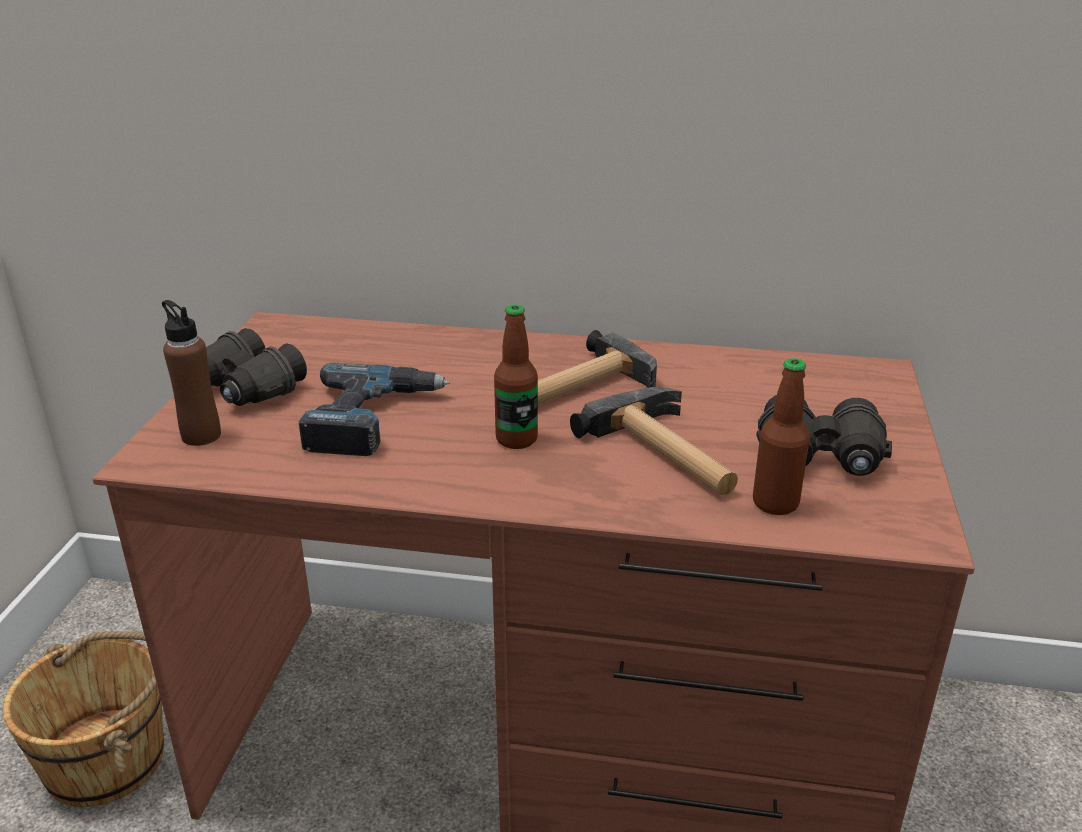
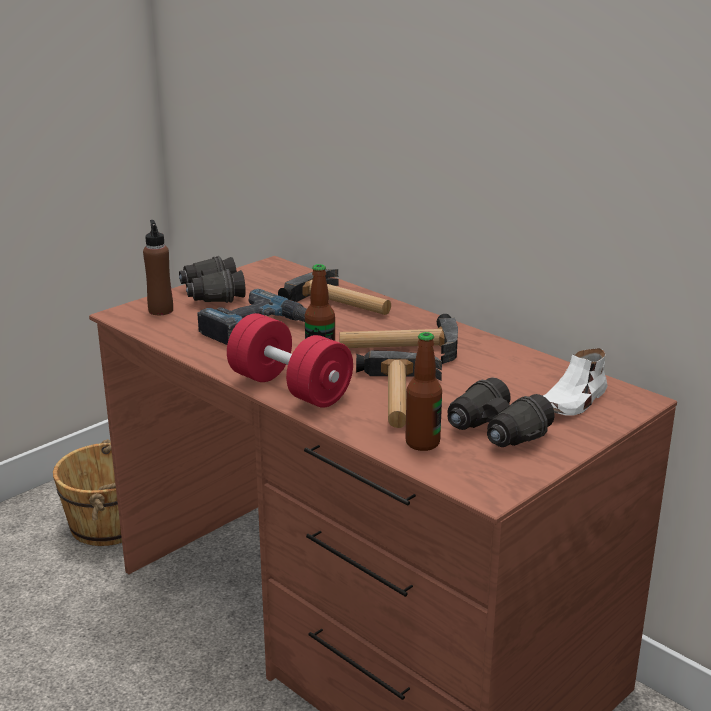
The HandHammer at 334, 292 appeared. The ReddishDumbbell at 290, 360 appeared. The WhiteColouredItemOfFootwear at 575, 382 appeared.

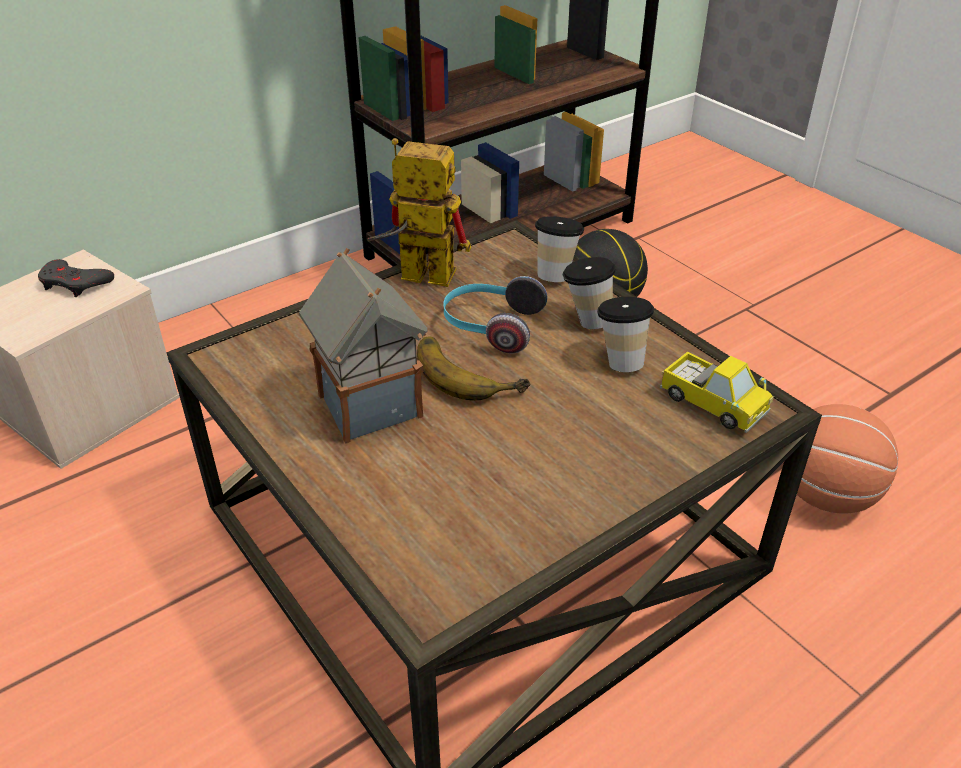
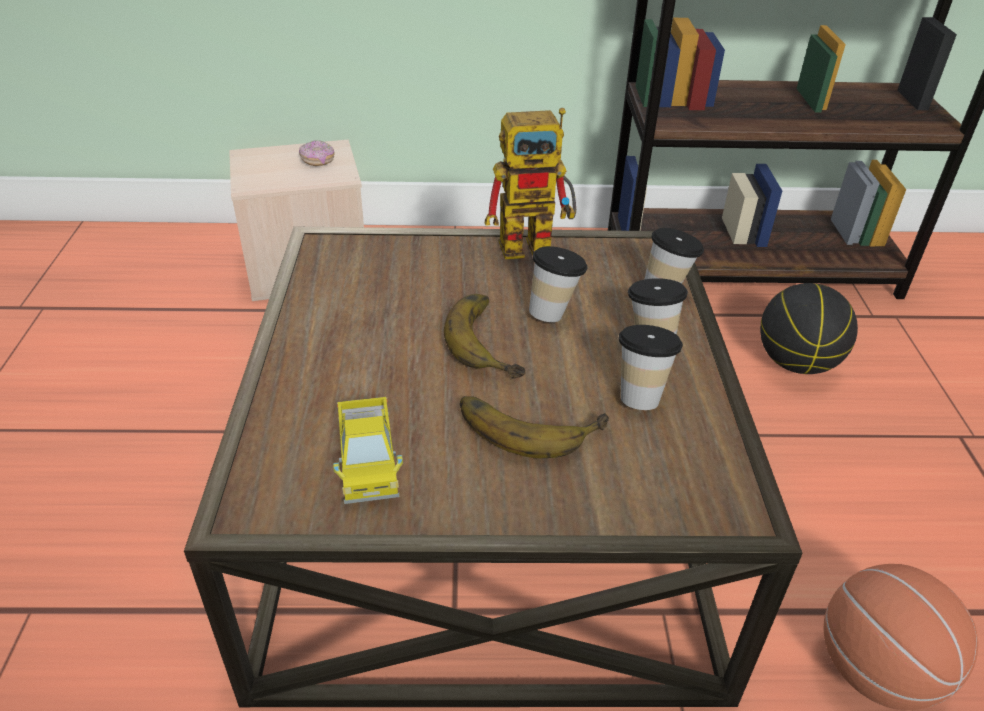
The ToyRobot at 419, 212 turned 120 degrees clockwise. The ModelHouse at 363, 346 disappeared. The GreyJoypad at 76, 278 was replaced by the Doughnut at 317, 153. The Headphones at 495, 314 was replaced by the SmallCup at 558, 284. The ToyTruck moved from 717, 392 to 368, 450. The Banana at 534, 427 appeared.

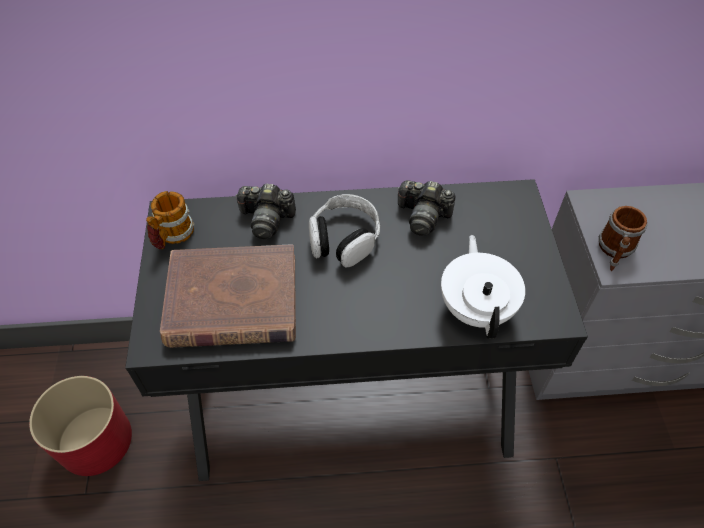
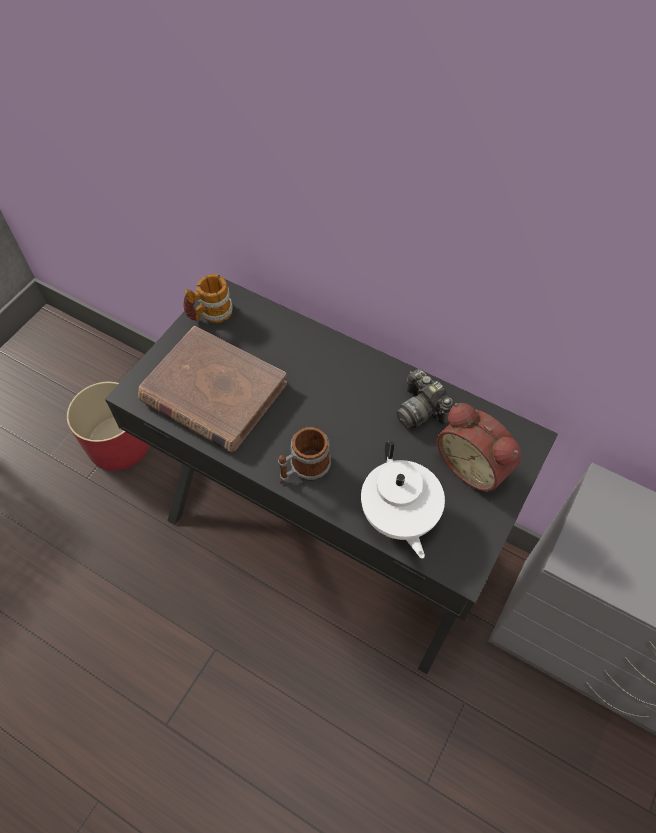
The StillCamera at 265, 211 disappeared. The Headphones at 344, 230 disappeared. The Mug moved from 623, 238 to 304, 455. The WhiteColouredPotForTea at 483, 287 turned 135 degrees clockwise. The BedsideClock at 479, 447 appeared.

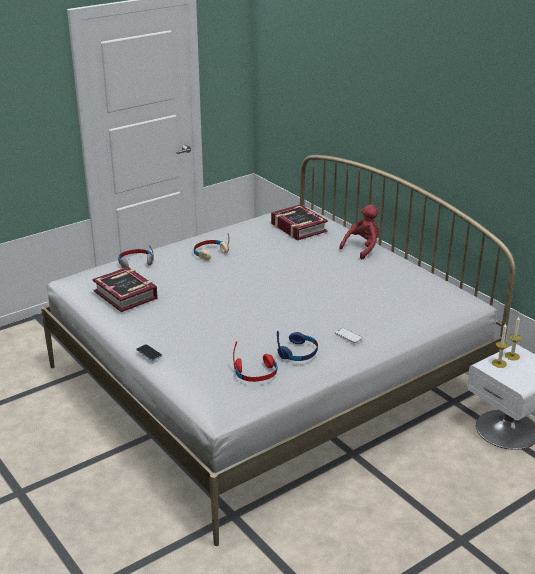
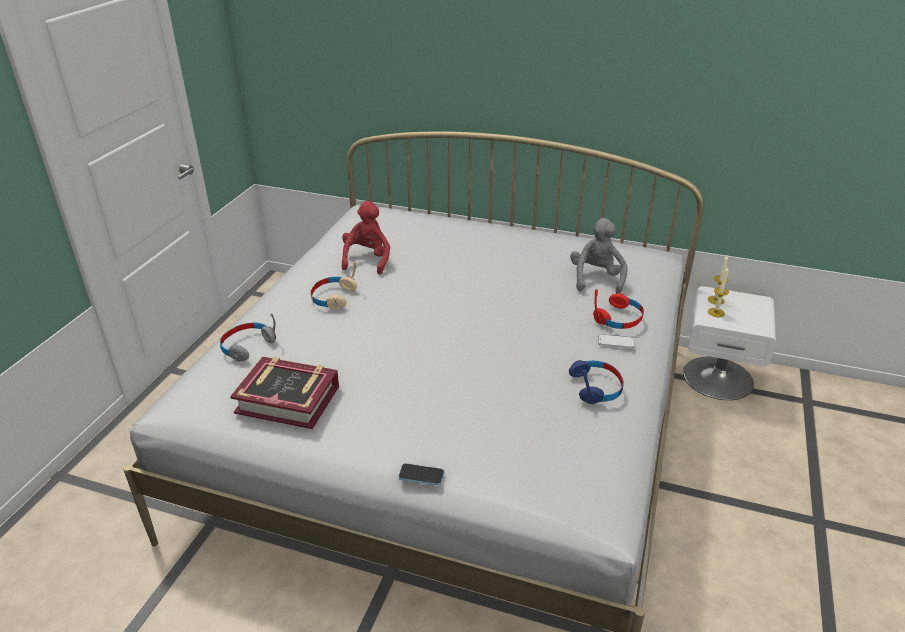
The ReddishSoftToy moved from 359, 231 to 366, 237. The Volume at 299, 222 disappeared. The ReddishHeadphones moved from 255, 361 to 618, 309. The GreySoftToy at 599, 256 appeared.

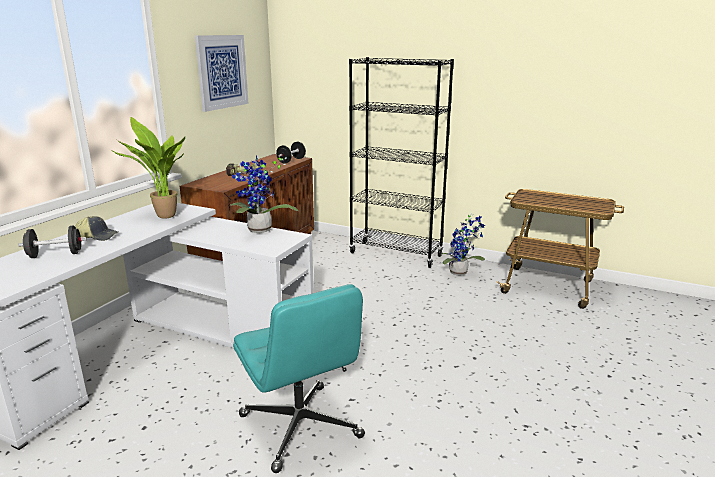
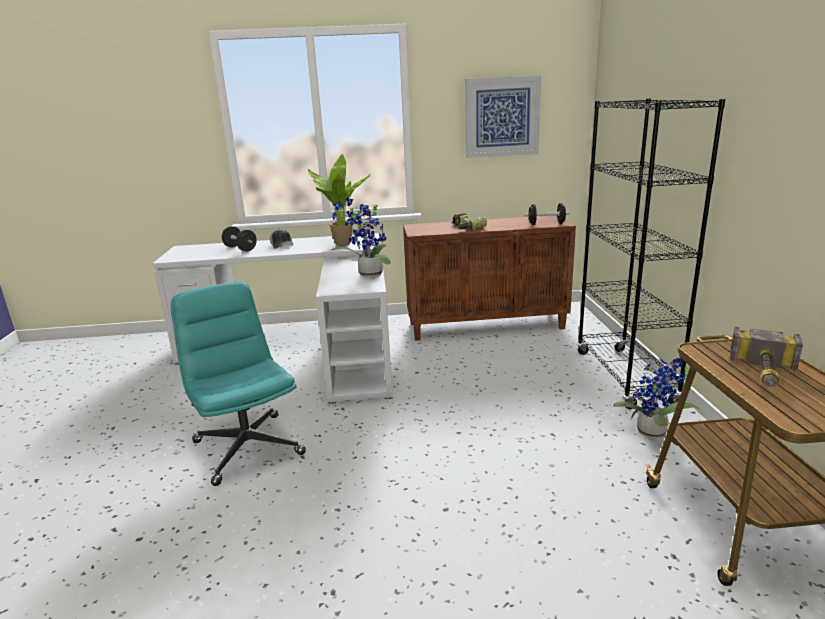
The BlueGreenDeskChair at 299, 378 turned 120 degrees clockwise. The HandHammer at 766, 356 appeared.

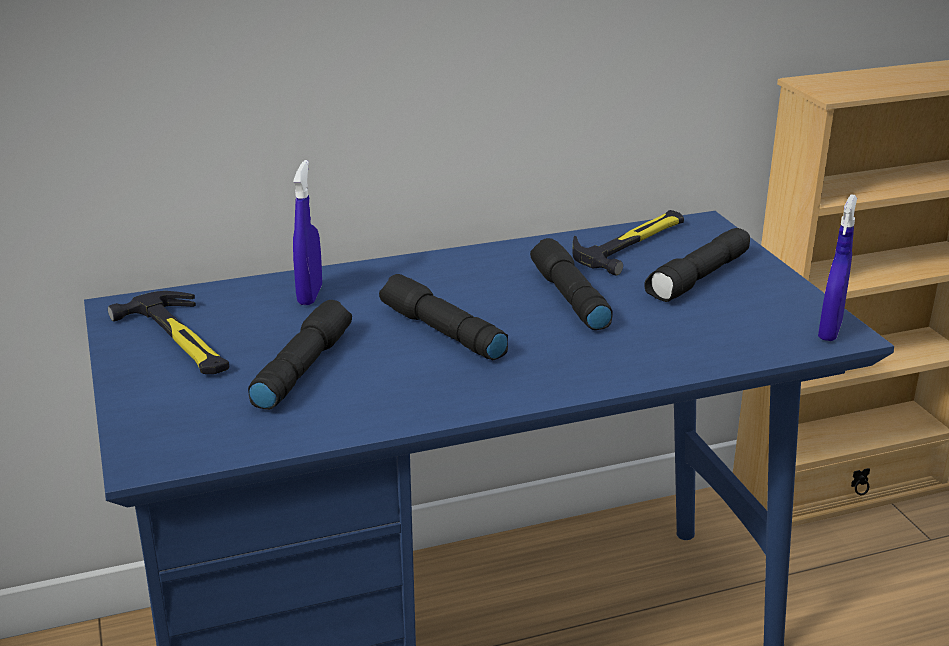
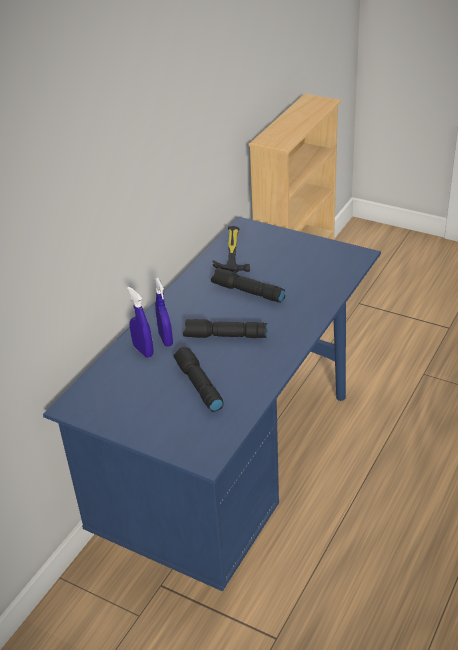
The BlueSprayer moved from 837, 267 to 164, 312. The BlackishTorch at 697, 265 disappeared. The HandHammer at 168, 332 disappeared.

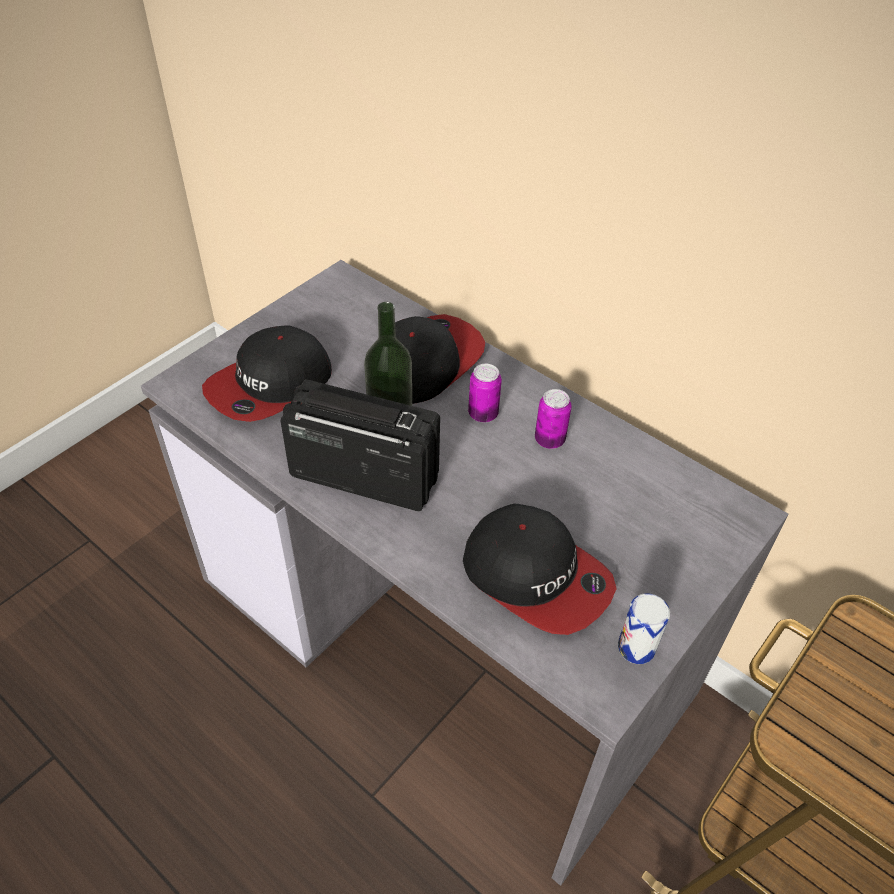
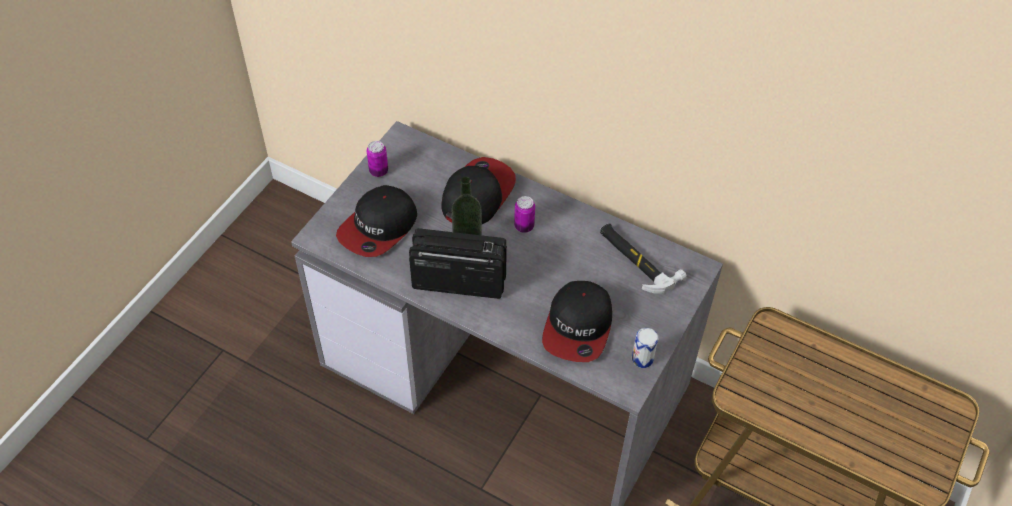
The Can moved from 553, 419 to 377, 159. The BaseballCap at 540, 569 turned 75 degrees clockwise. The HandHammer at 643, 258 appeared.

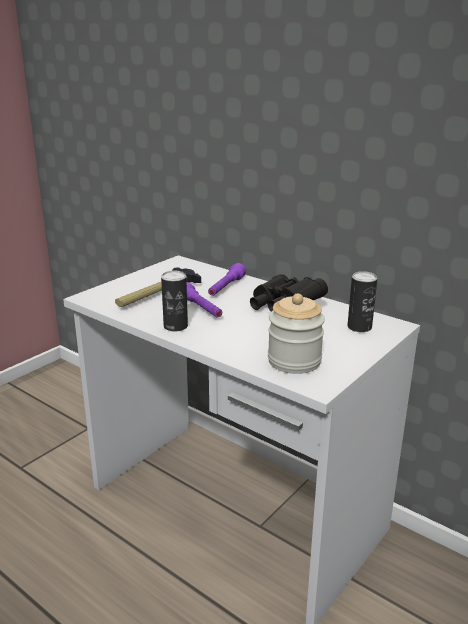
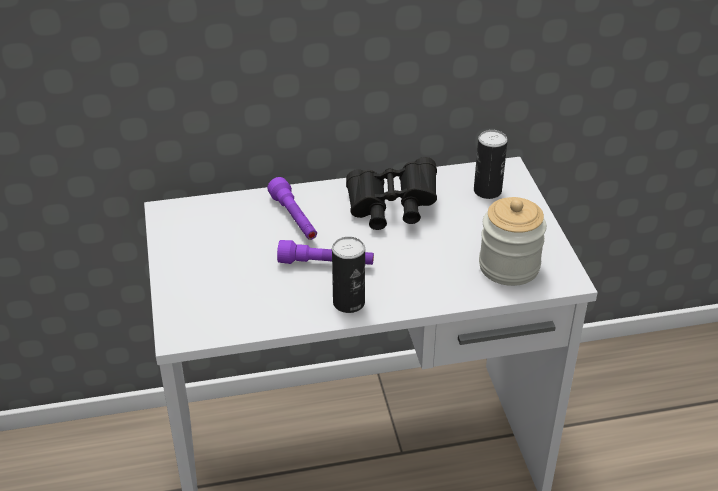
The HandHammer at 158, 287 disappeared.

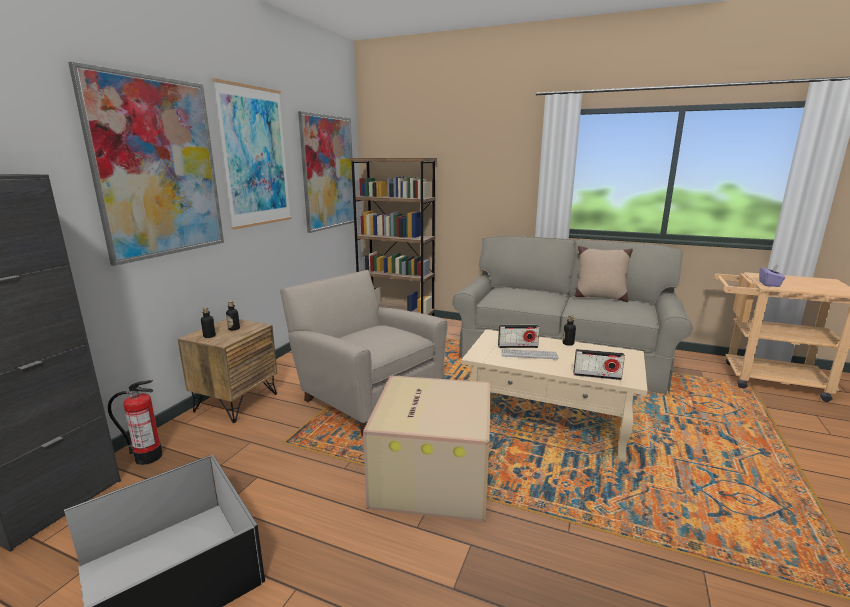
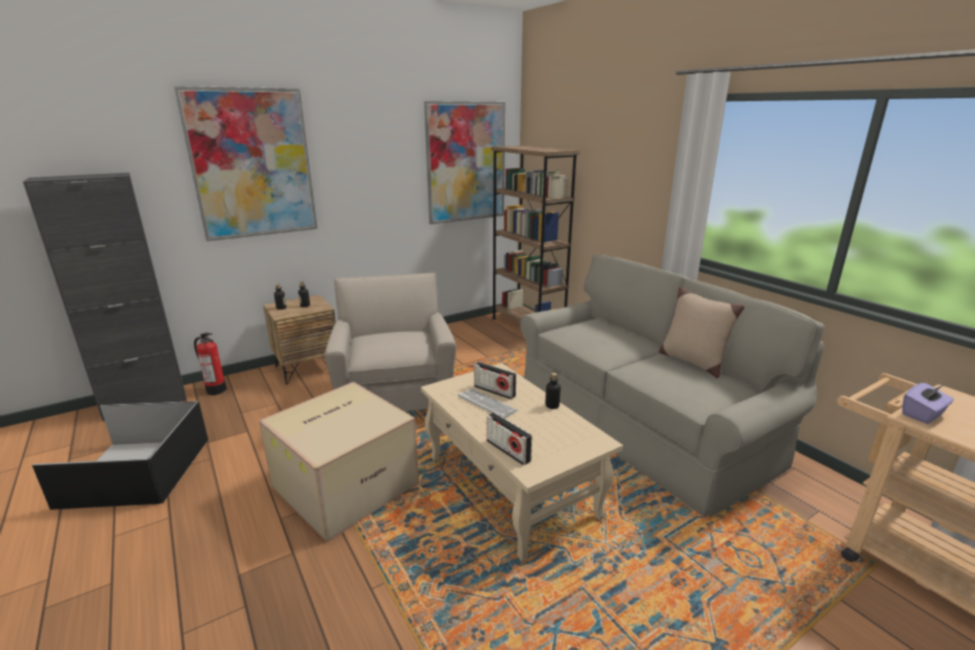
The Picture at 252, 154 disappeared.

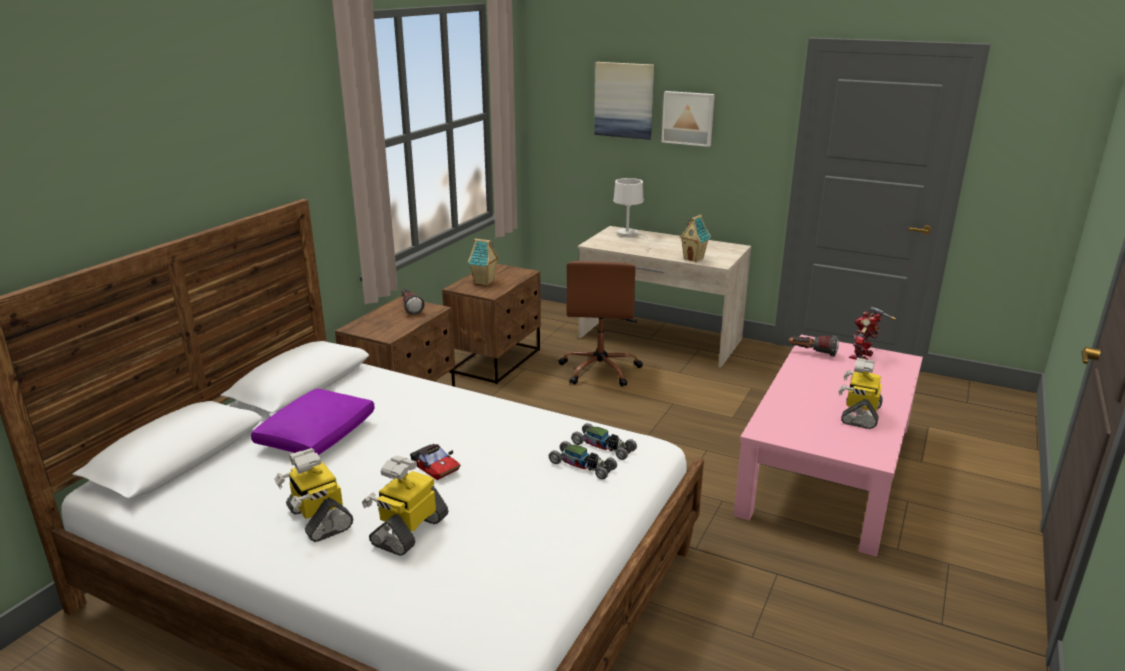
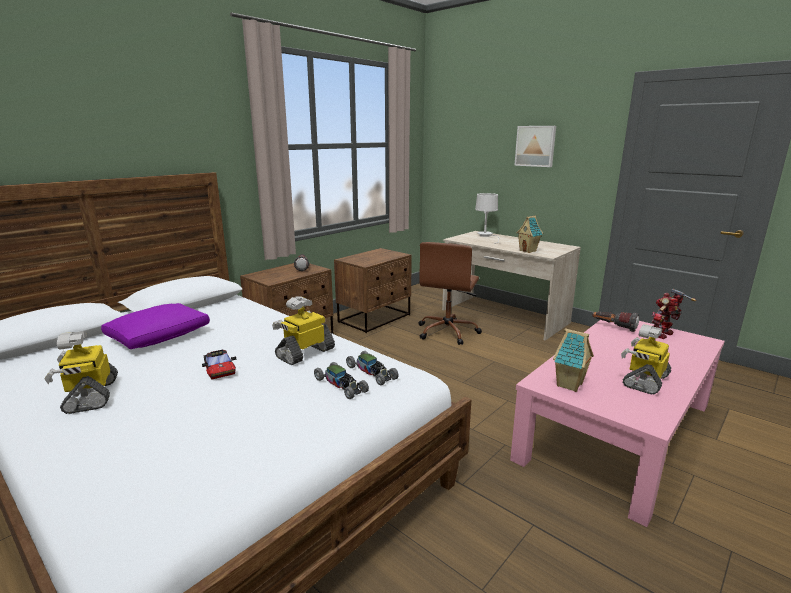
The Picture at 624, 101 disappeared. The ModelHouse moved from 483, 262 to 573, 360. The ToyRobot moved from 405, 505 to 303, 331.

